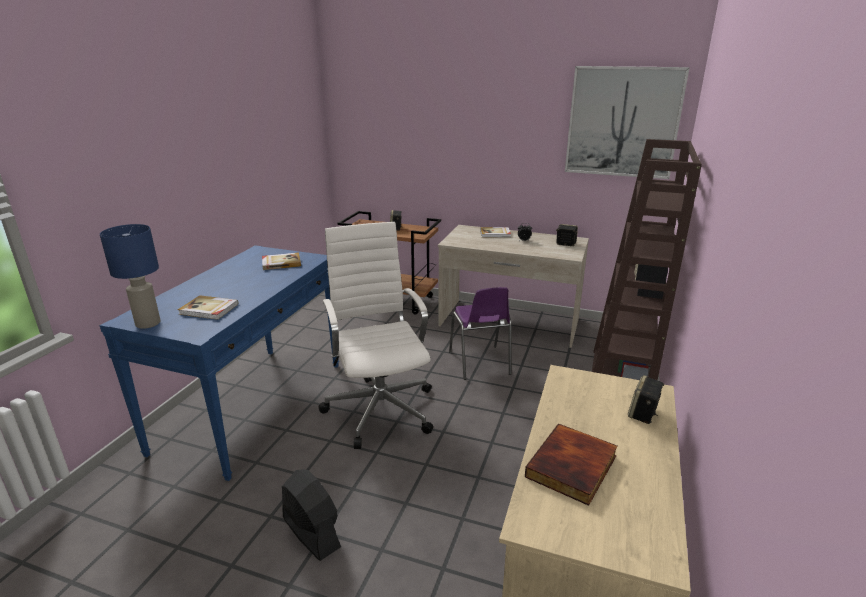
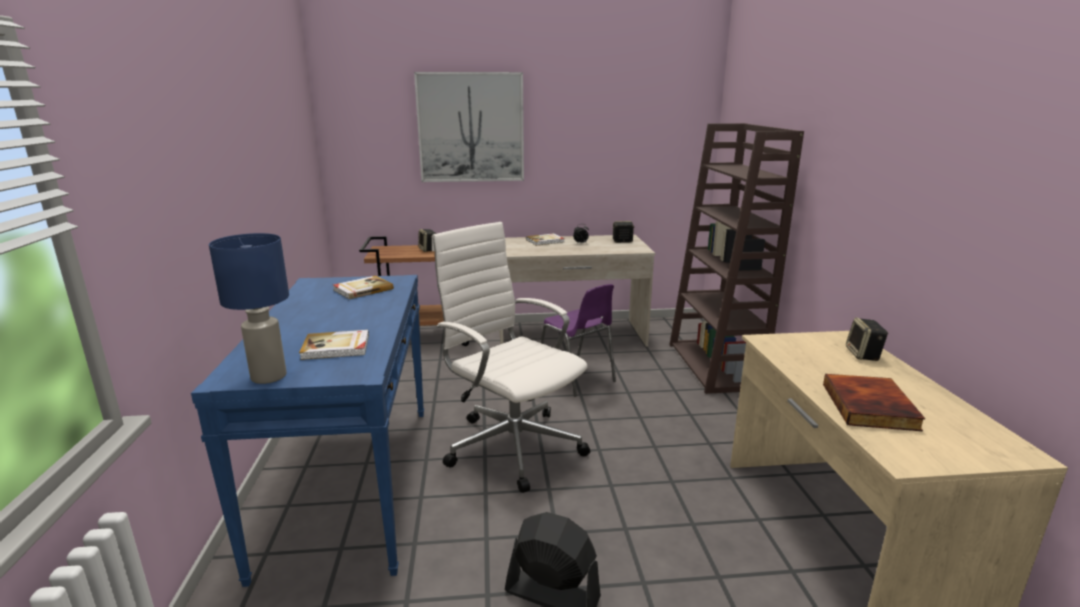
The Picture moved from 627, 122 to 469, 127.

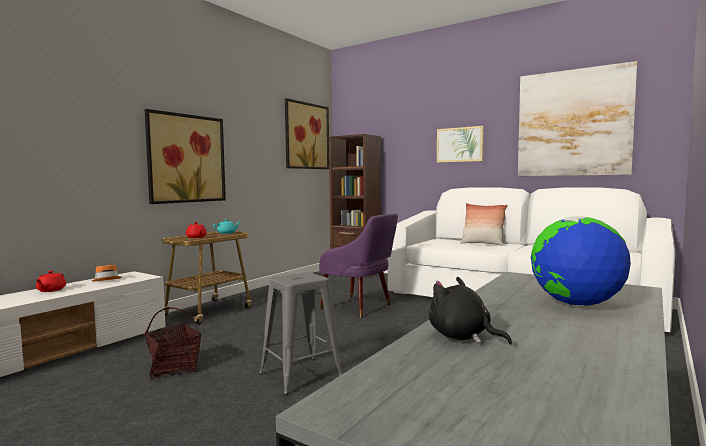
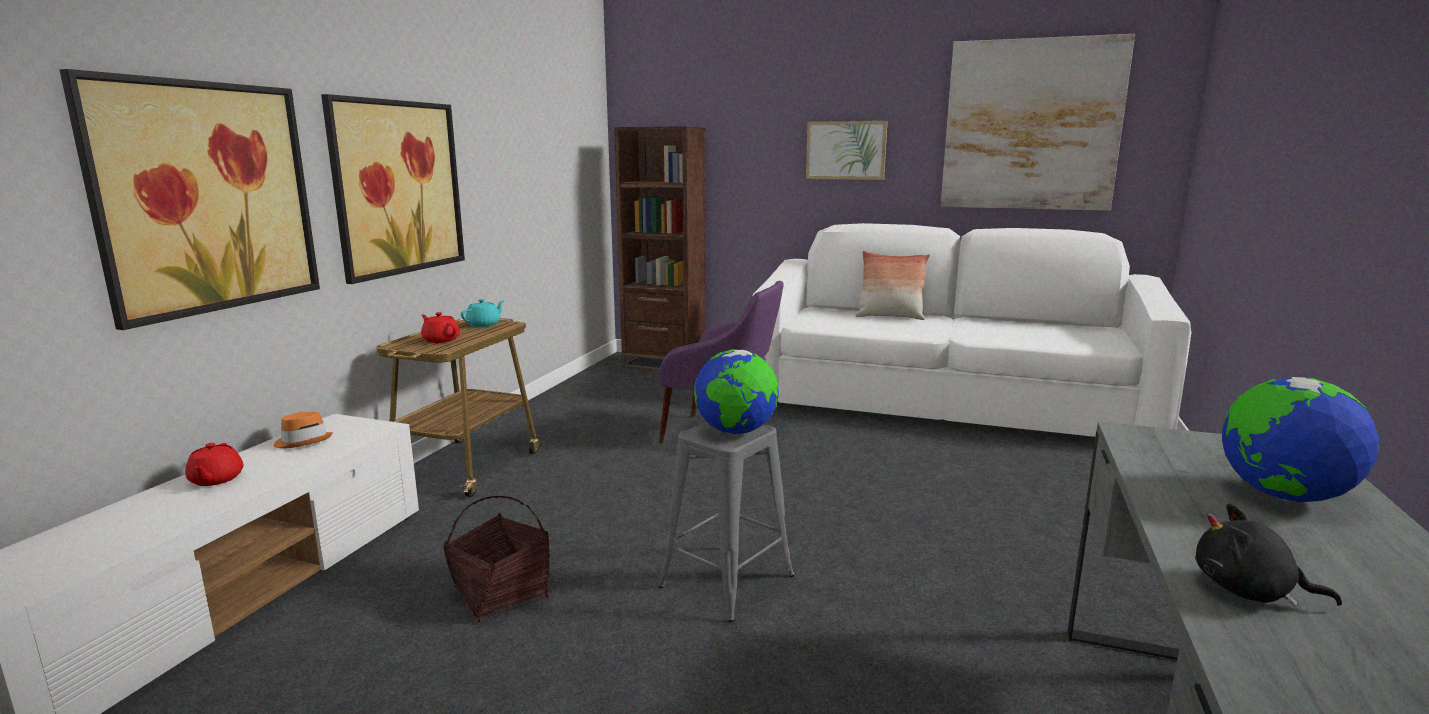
The Picture moved from 307, 133 to 190, 199. The WorldGlobe at 736, 391 appeared.

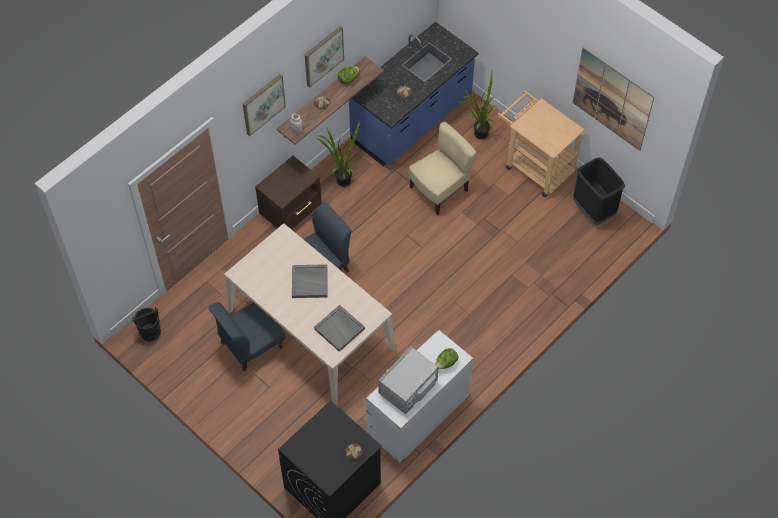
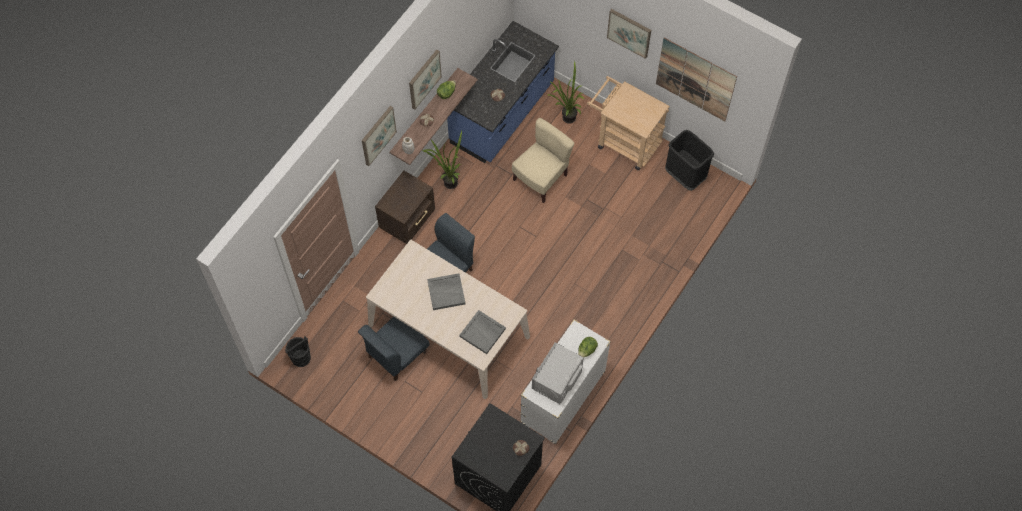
The Picture at 629, 34 appeared.

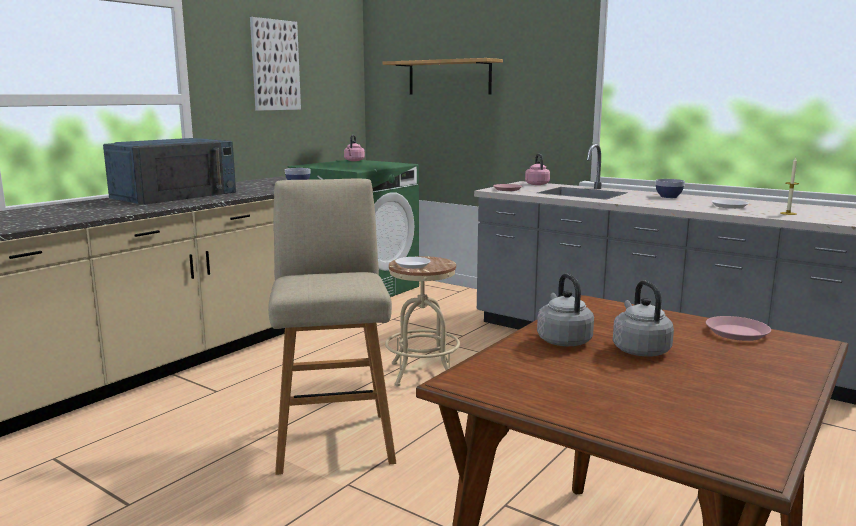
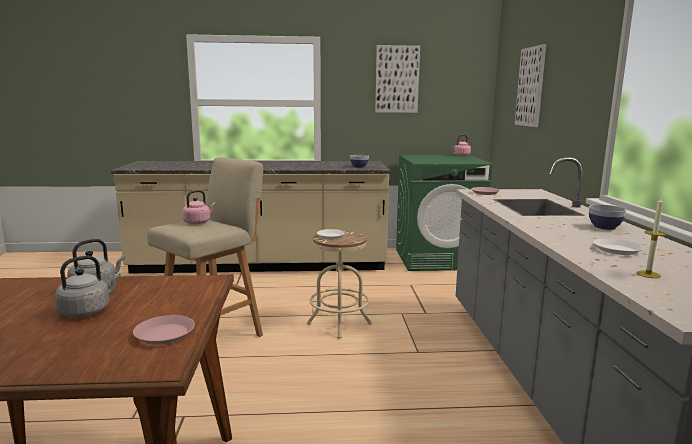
The BracketShelf at 442, 76 was replaced by the Picture at 530, 85. The BlueMicrowave at 169, 171 disappeared. The PinkishKettle moved from 537, 169 to 199, 207.

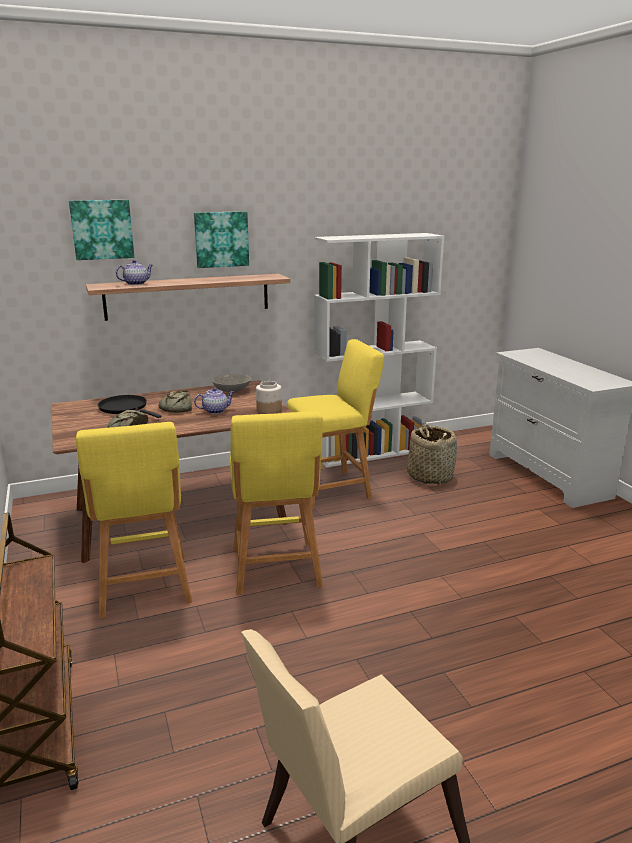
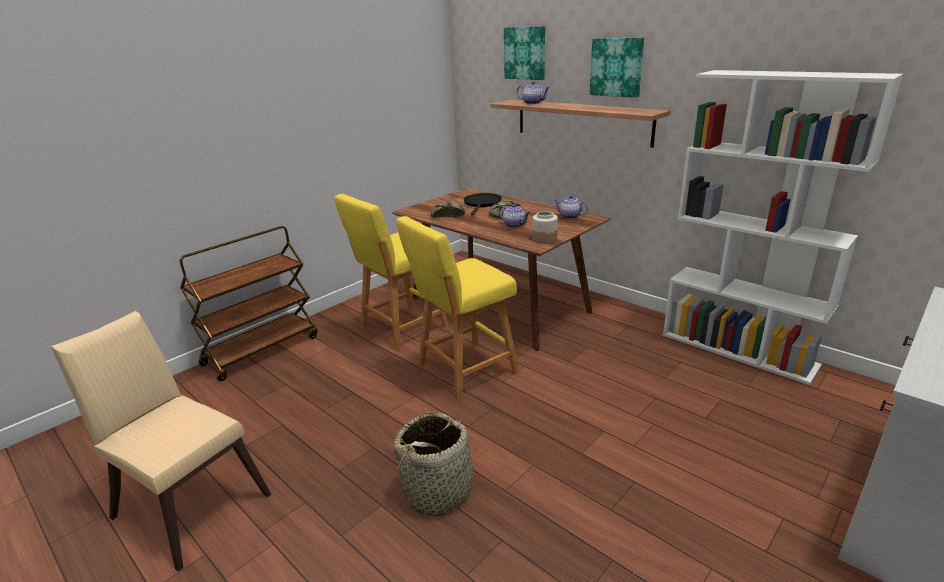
The YellowColouredSittingStool at 335, 424 disappeared. The GreyDeepDish at 231, 383 was replaced by the PotForTea at 571, 207. The HouseholdBasket moved from 432, 454 to 435, 464.

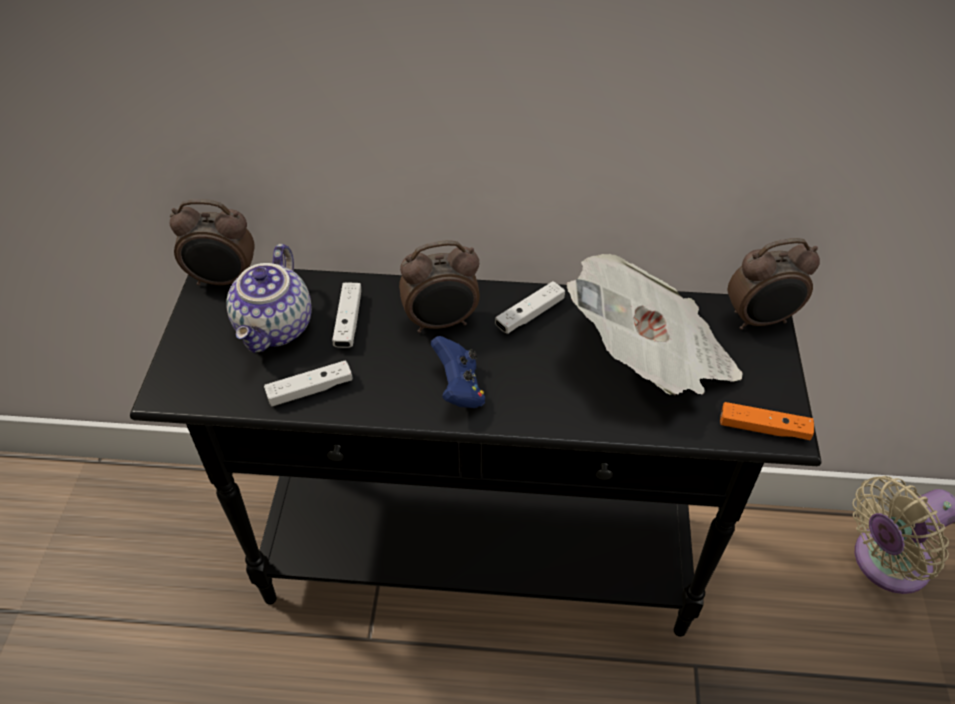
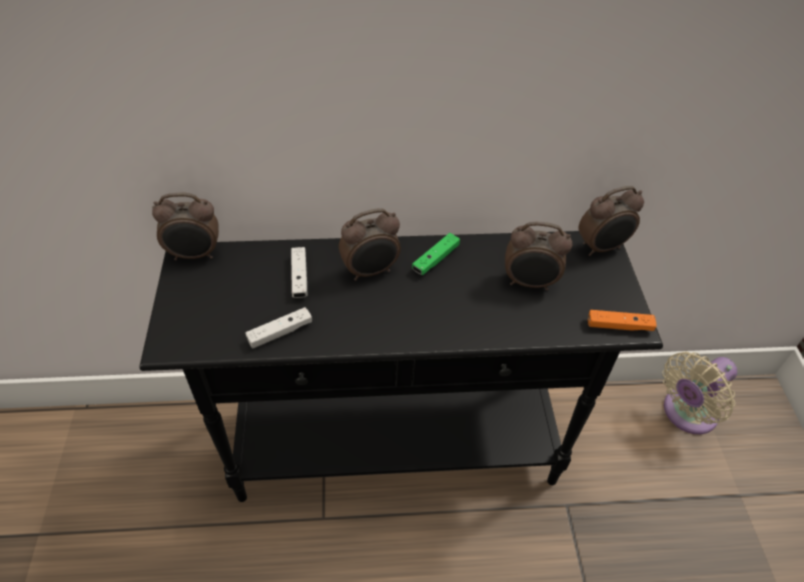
The PotForTea at 269, 298 disappeared. The PrintedPaper at 654, 325 was replaced by the BedsideClock at 538, 256. The WhiteColouredJoypad at 530, 307 became the GreenColouredJoypad at 436, 254. The BlueJoypad at 458, 372 disappeared.

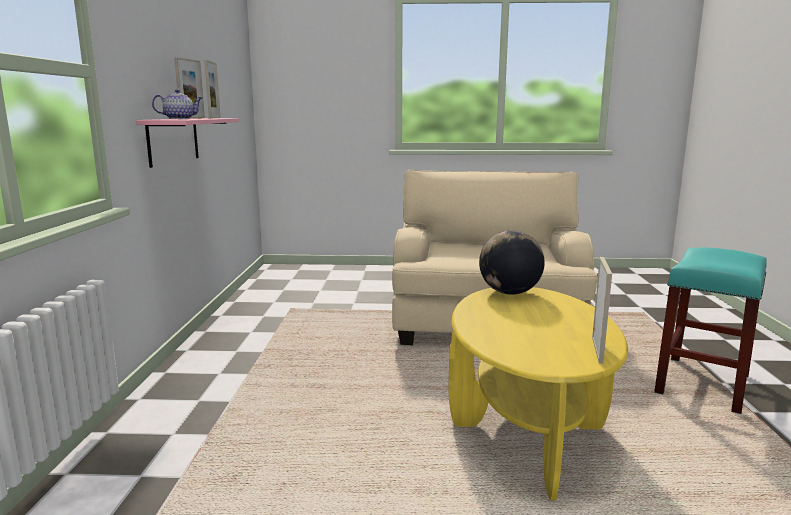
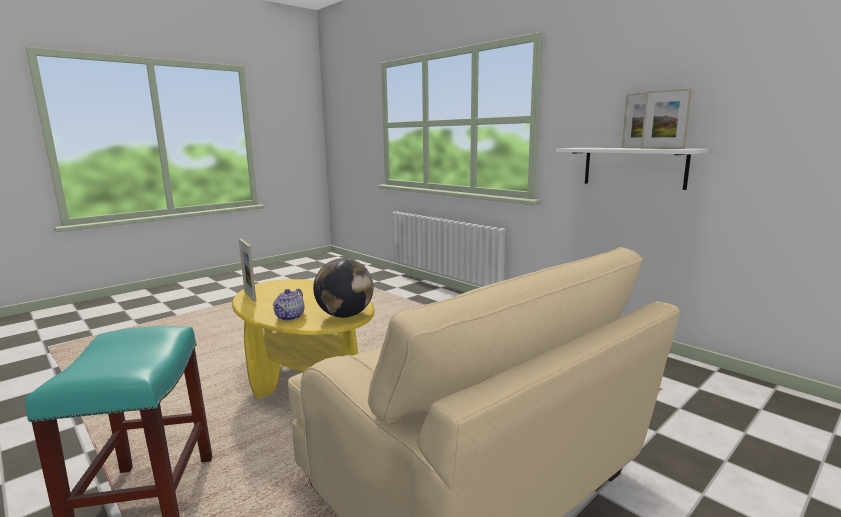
The PotForTea moved from 177, 104 to 288, 305. The PinkishBracketShelf at 187, 143 became the WhiteColouredBracketShelf at 632, 169.

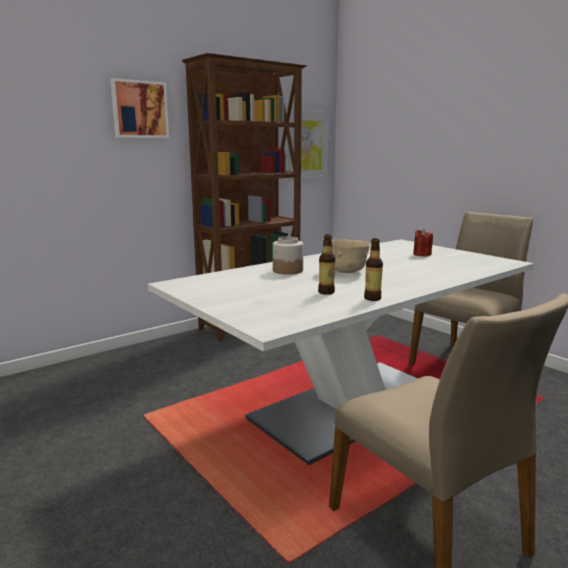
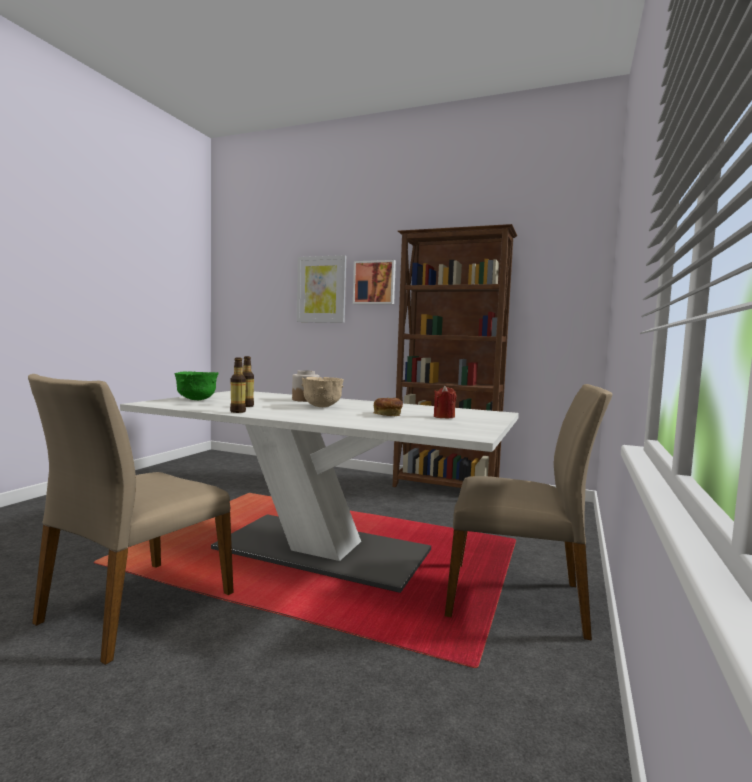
The Picture moved from 307, 145 to 321, 289. The GreenColouredDeepDish at 196, 385 appeared. The BakeryBread at 388, 407 appeared.

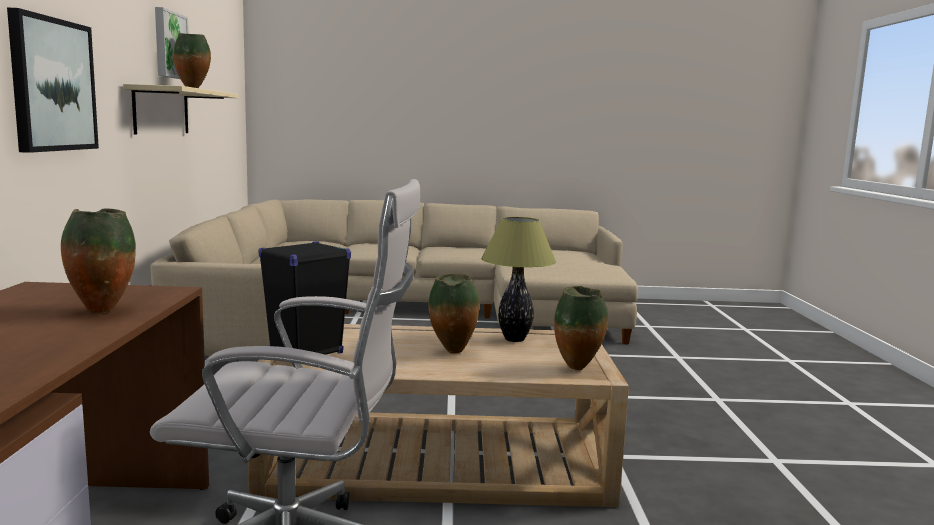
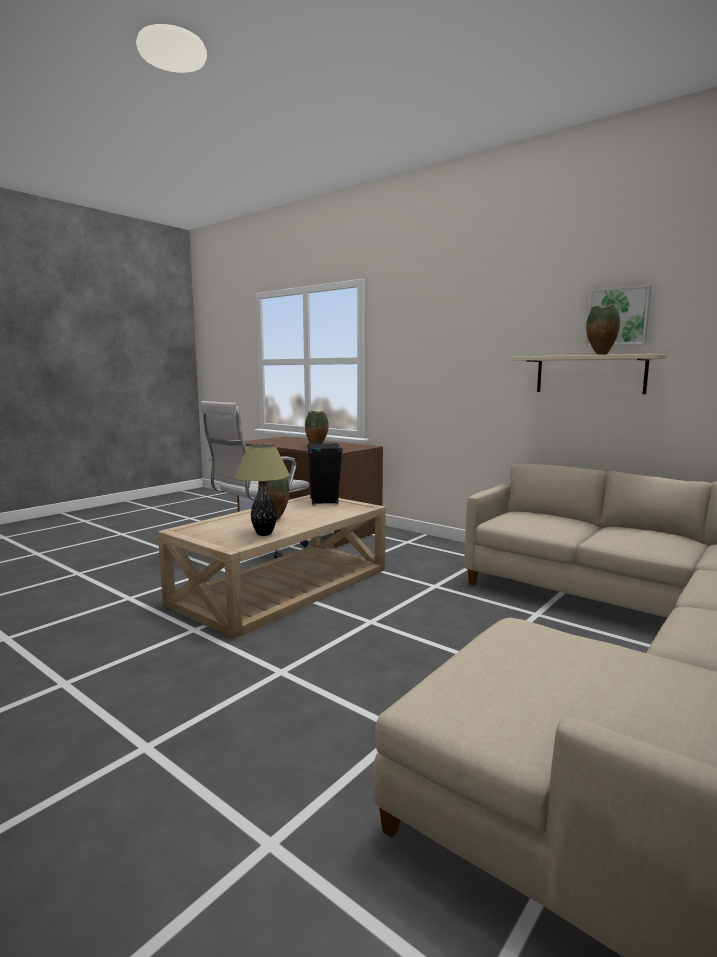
The Picture at 53, 80 disappeared. The DecorativeVase at 581, 328 disappeared.

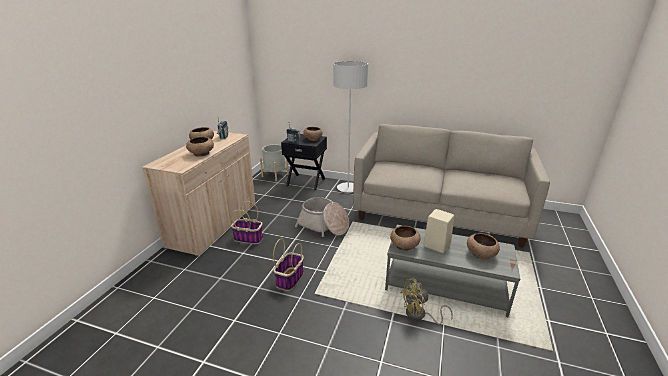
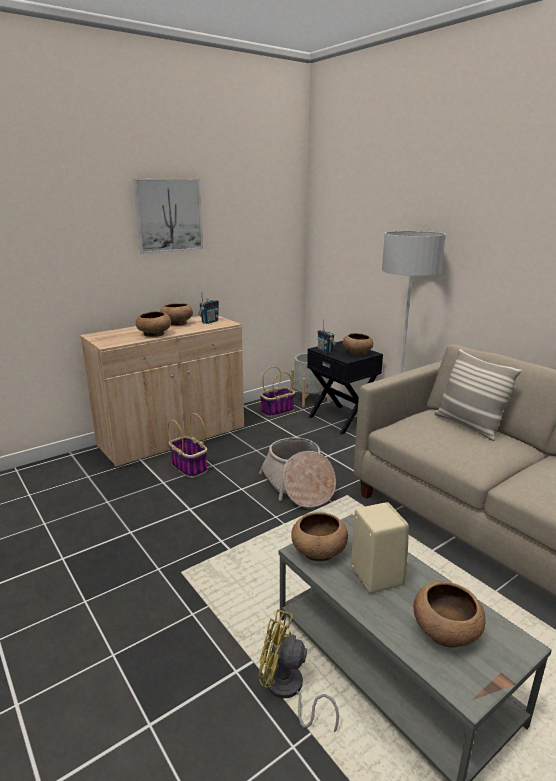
The HouseholdBasket moved from 288, 264 to 277, 392. The Picture at 168, 216 appeared. The ThrowPillow at 478, 395 appeared.

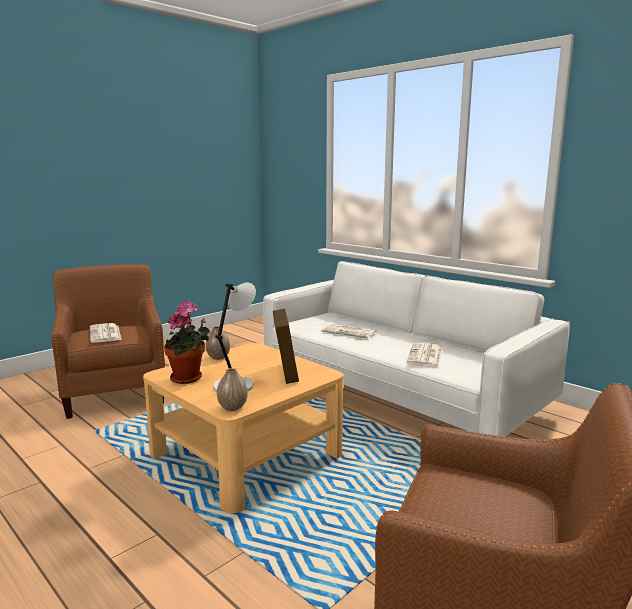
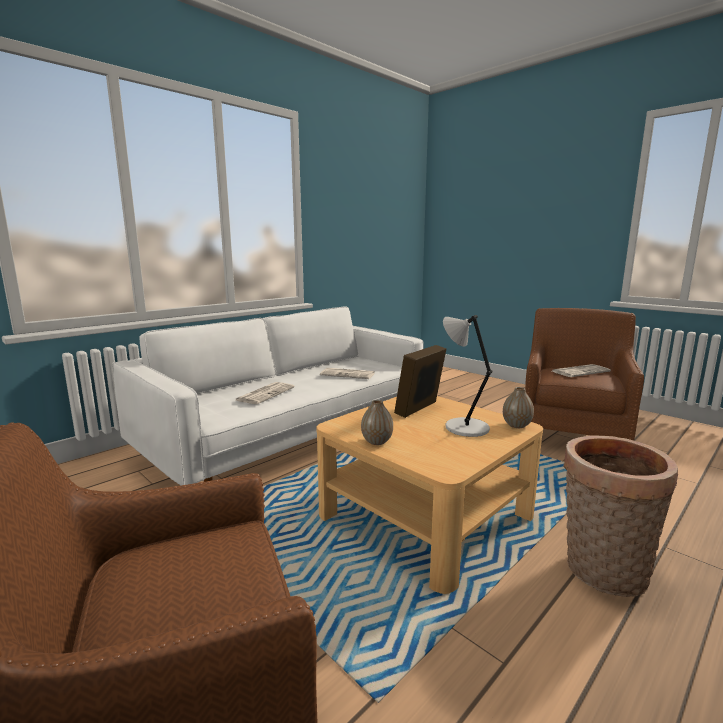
The PlantInAPot at 187, 342 disappeared. The PhotoFrame at 286, 346 turned 45 degrees counterclockwise. The PrintedPaper moved from 105, 333 to 581, 370. The HouseholdBasket at 620, 516 appeared.

